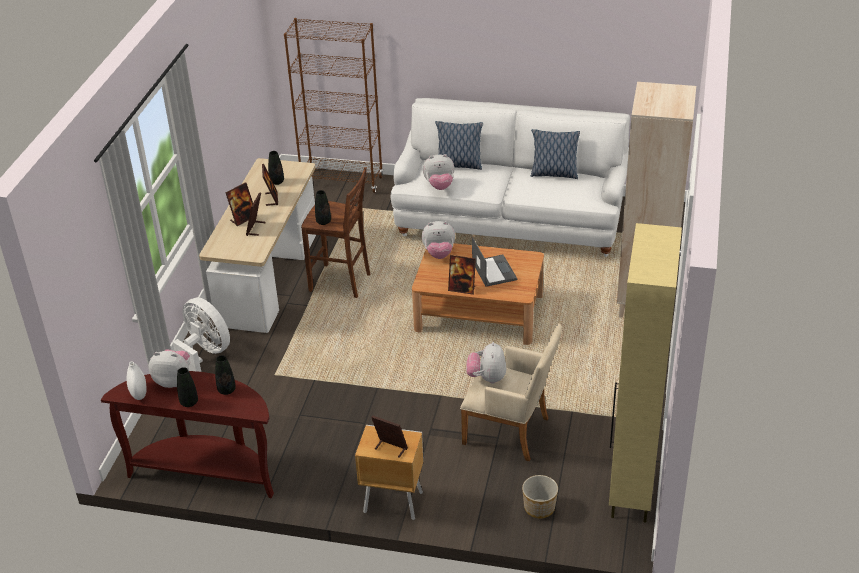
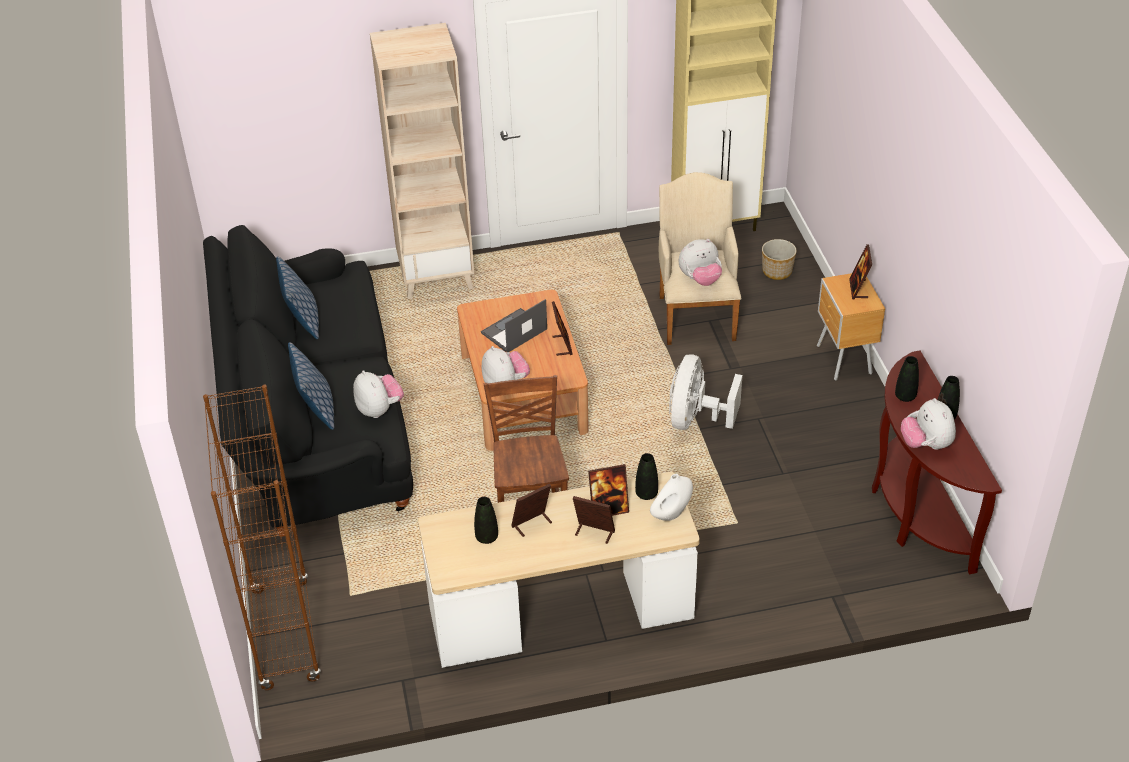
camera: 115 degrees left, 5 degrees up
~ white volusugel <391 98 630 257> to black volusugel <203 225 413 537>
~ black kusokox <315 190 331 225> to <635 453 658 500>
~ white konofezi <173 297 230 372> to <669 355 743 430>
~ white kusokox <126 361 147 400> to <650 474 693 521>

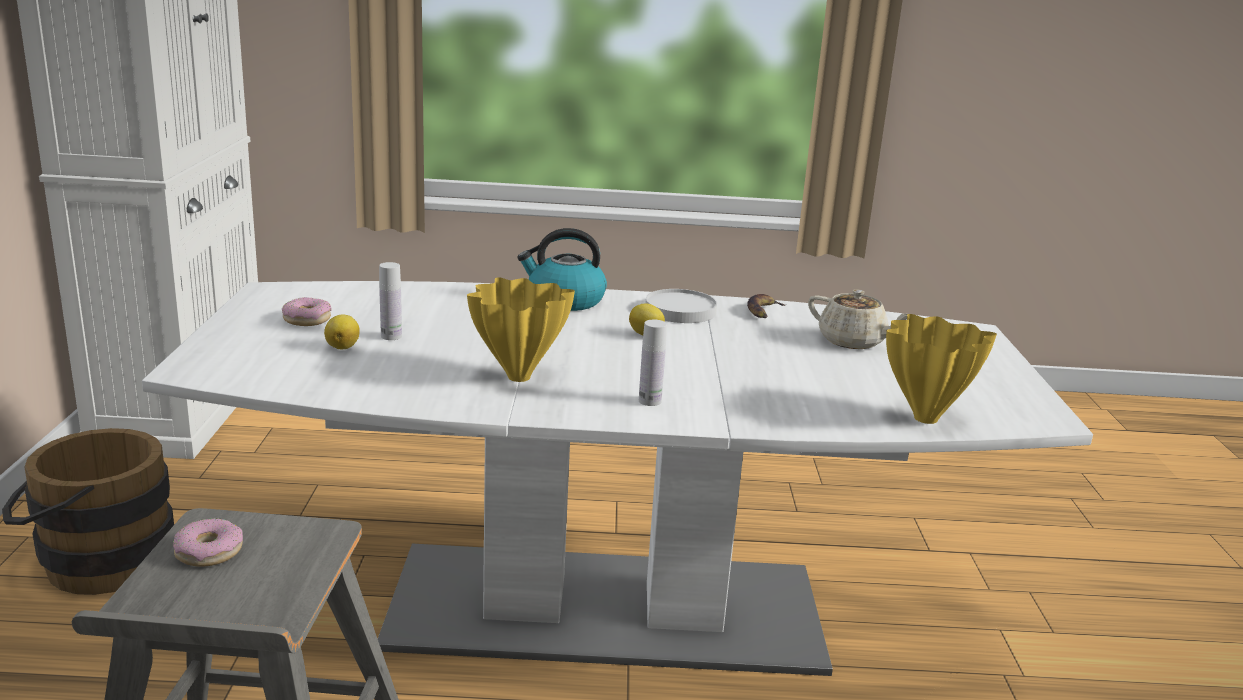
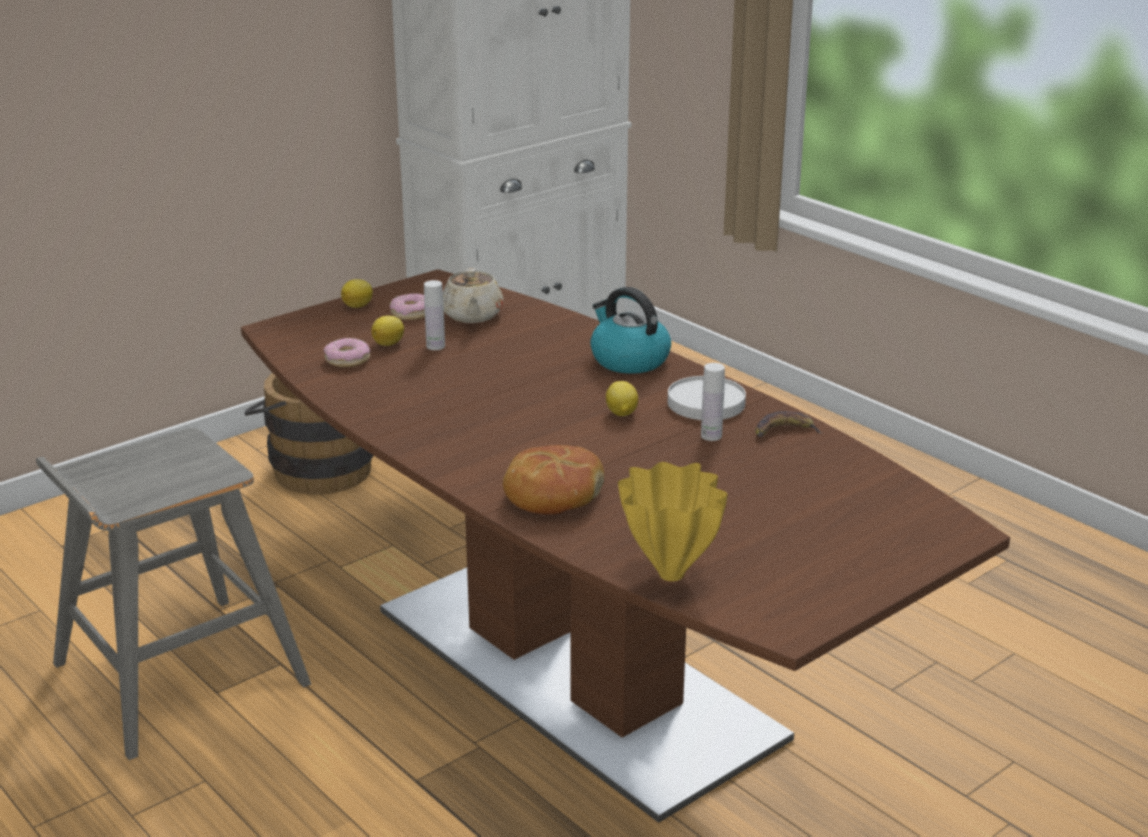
camera: 50 degrees right, 5 degrees up
- yellow kusokox <467 278 575 382>
~ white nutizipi <142 281 1093 676> to brown nutizipi <241 269 1010 823>
~ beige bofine <808 289 908 349> to <443 268 503 323>
~ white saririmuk <639 320 667 406> to <701 363 725 441>
~ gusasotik <173 518 243 567> to <323 338 370 367>
+ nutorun <341 279 373 308>
+ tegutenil <503 445 604 515>

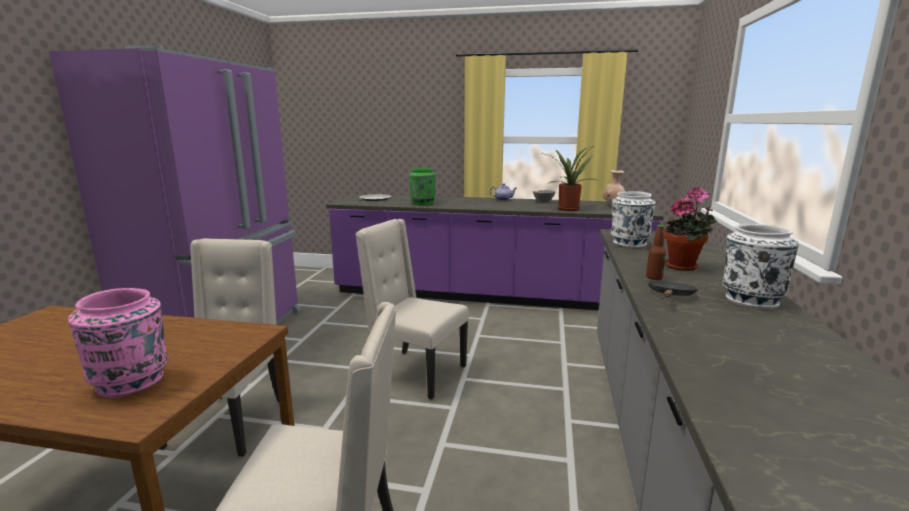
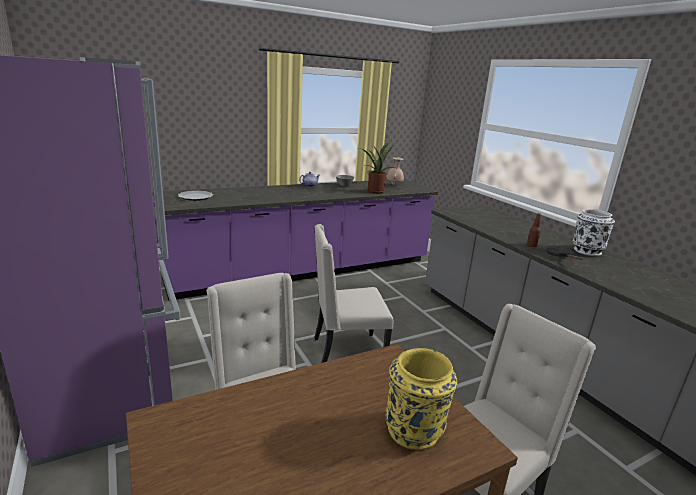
camera: 40 degrees left, 5 degrees up
- green kusokox <409 168 436 205>
- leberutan <664 187 717 271>
- white kusokox <611 191 656 248>
~ pink kusokox <68 288 168 398> to yellow kusokox <385 348 457 450>

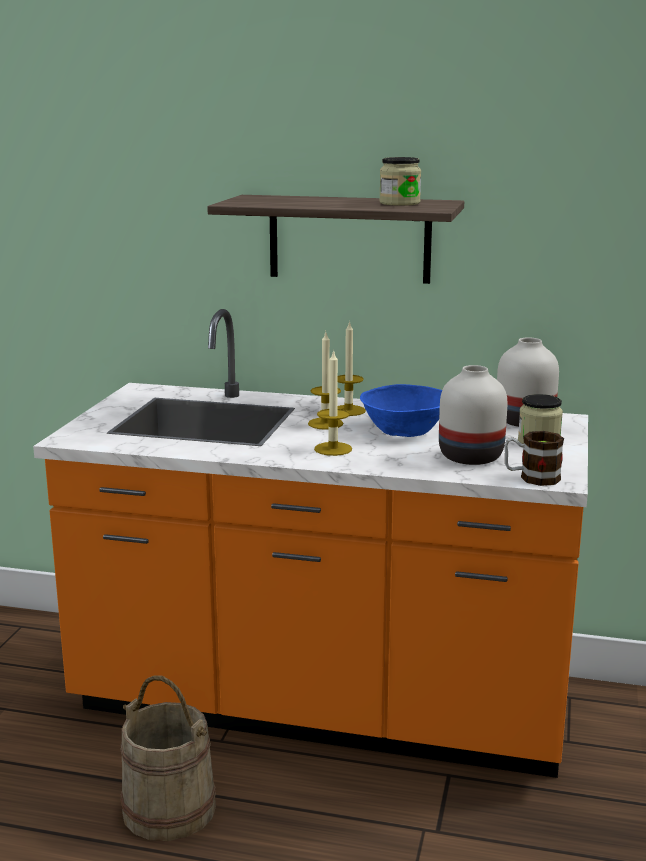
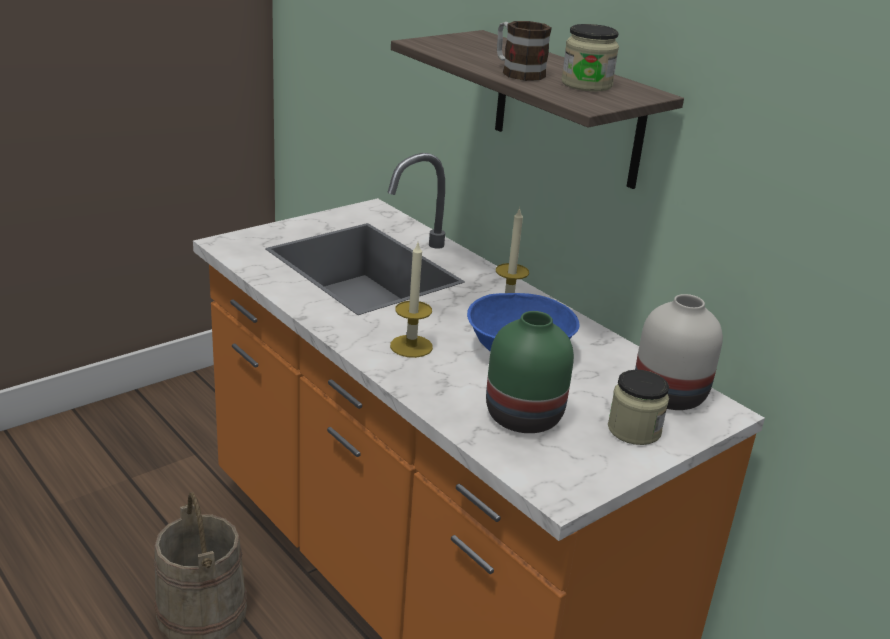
camera: 35 degrees right, 10 degrees up
- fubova <308 332 343 430>
~ white kusokox <439 365 507 465> to green kusokox <486 311 574 433>
~ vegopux <504 431 564 486> to <497 21 552 81>

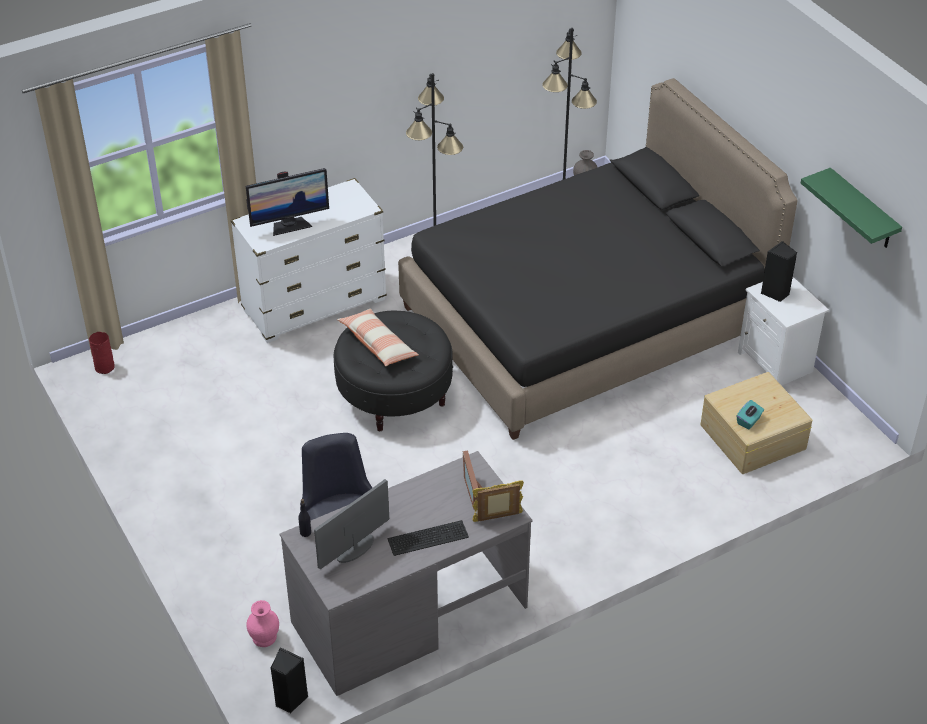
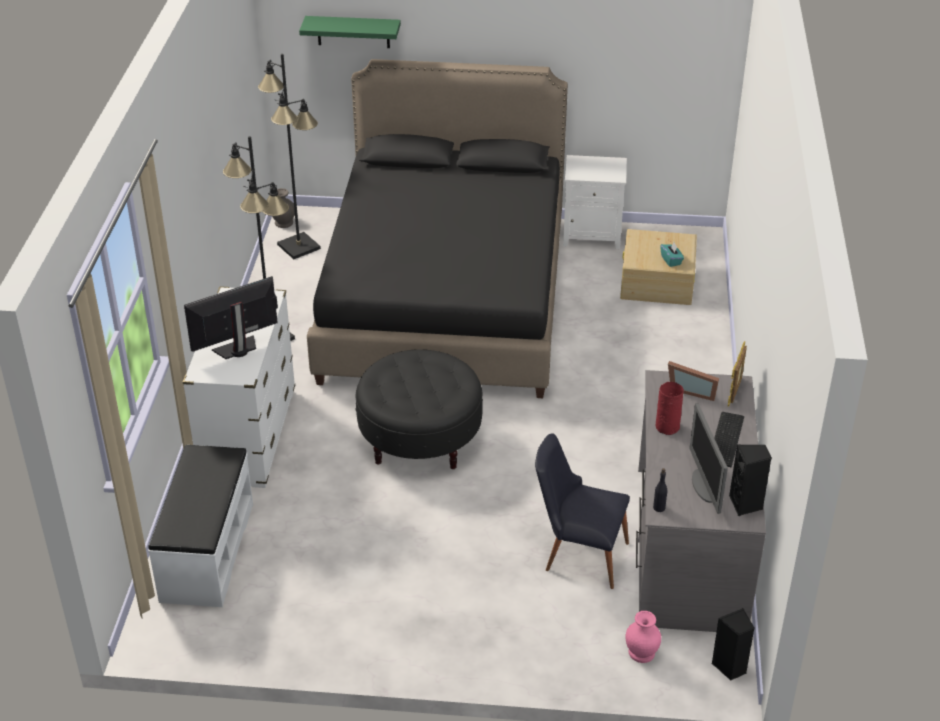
camera: 55 degrees left, 5 degrees down
~ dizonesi <246 168 329 236> = <184 276 278 359> 135 degrees counterclockwise
~ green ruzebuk <801 168 902 248> to <299 16 401 48>
~ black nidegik <761 241 797 302> to <729 444 772 516>
- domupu <337 309 419 367>
~ red kusokox <89 332 115 374> to <656 382 684 435>
+ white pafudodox <148 445 253 607>

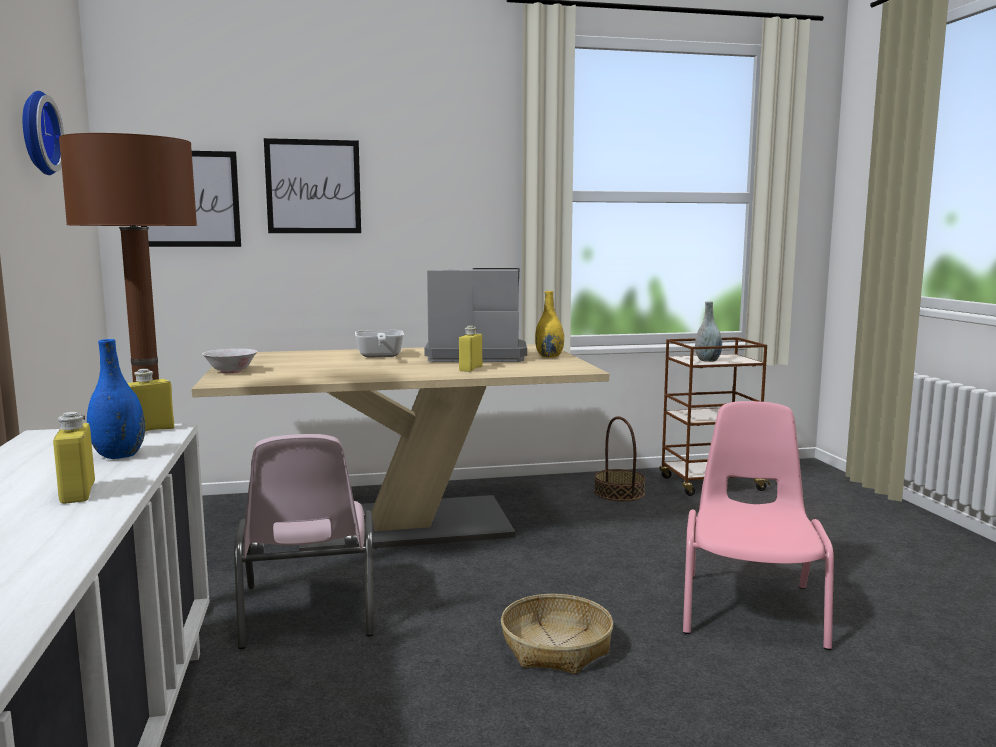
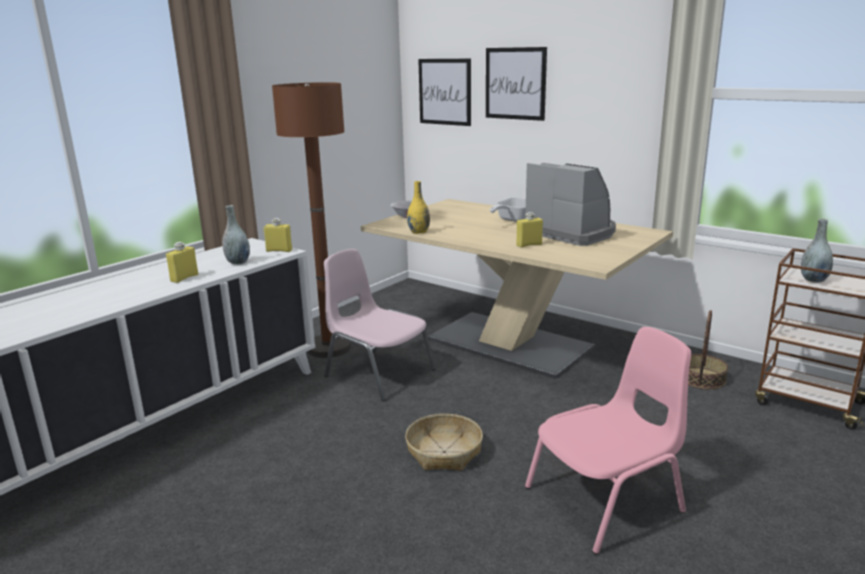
camera: 50 degrees right, 10 degrees up
- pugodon <23 91 64 175>
~ yellow kusokox <535 291 564 358> to <407 181 430 234>
~ blue kusokox <87 339 145 459> to grey kusokox <222 205 250 264>
~ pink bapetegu <234 434 374 649> = <324 249 436 401> 90 degrees clockwise

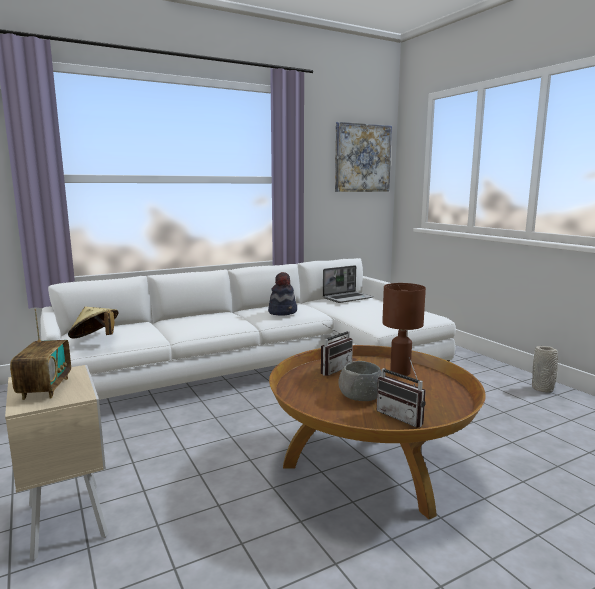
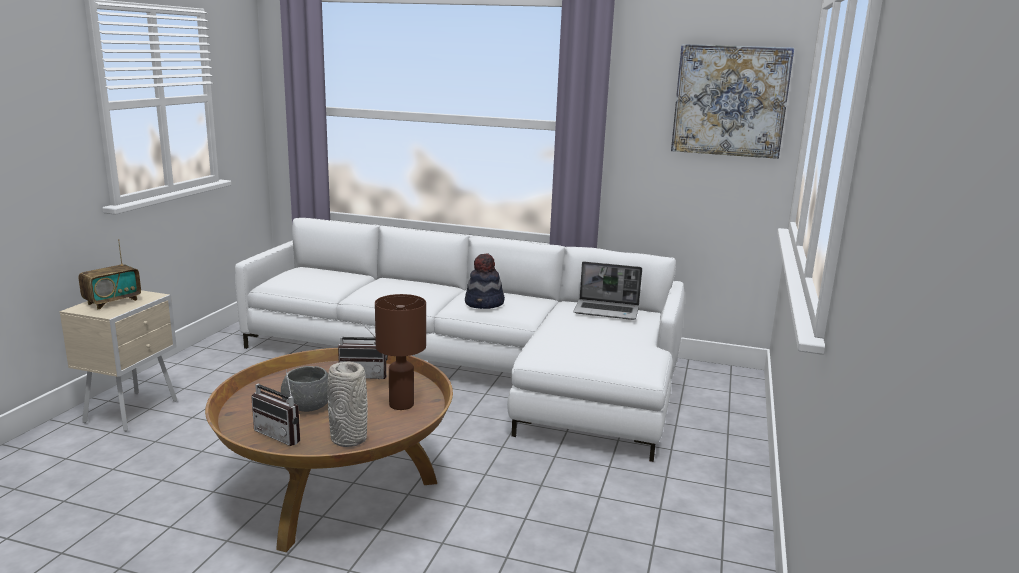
camera: 45 degrees right, 5 degrees up
- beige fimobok <68 307 119 339>
~ grey kusokox <532 346 558 393> to <327 362 368 447>
~ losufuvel <377 357 426 427> = <251 369 300 446> 60 degrees counterclockwise

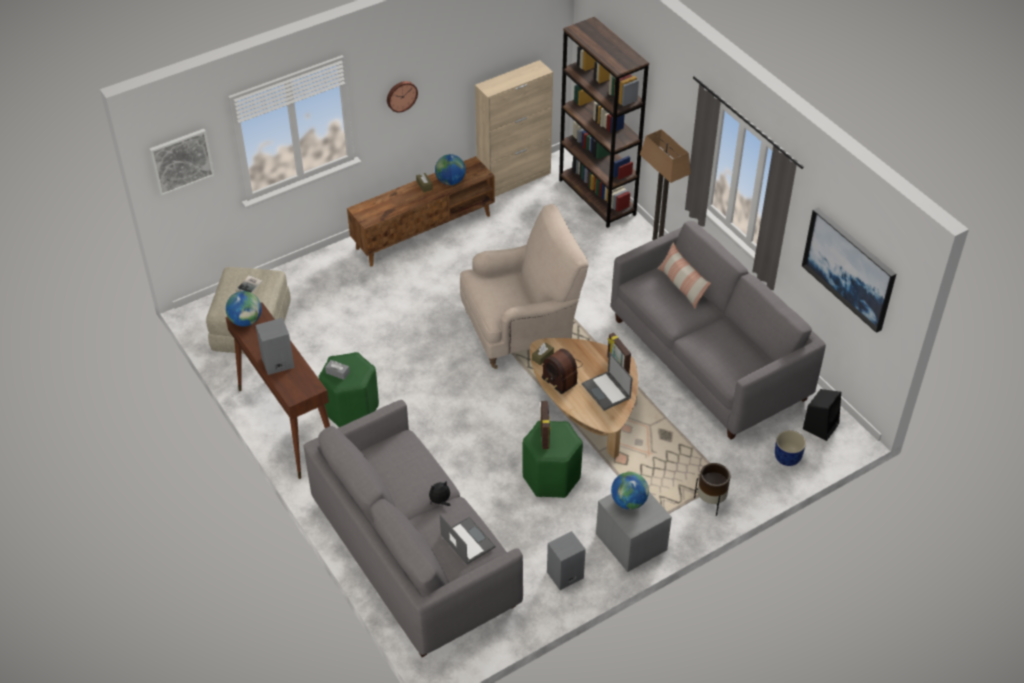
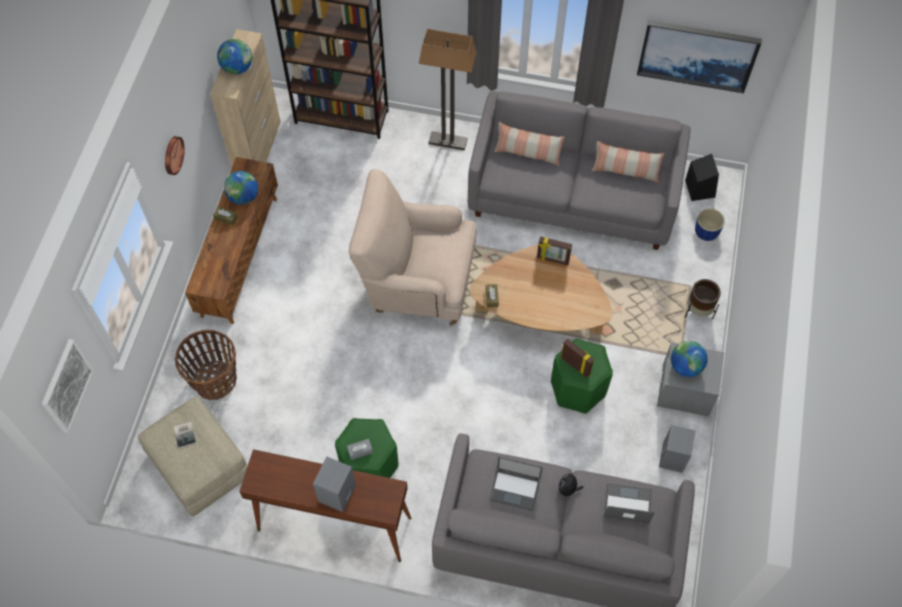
camera: 45 degrees left, 15 degrees up
~ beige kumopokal <460 204 589 369> = <349 169 476 326> 105 degrees counterclockwise
~ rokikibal <226 291 262 327> to <217 39 252 74>
- losufuvel <541 349 583 394>
~ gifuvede <582 352 633 411> to <489 456 543 511>
+ domupu <592 141 665 183>
+ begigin <174 330 237 400>

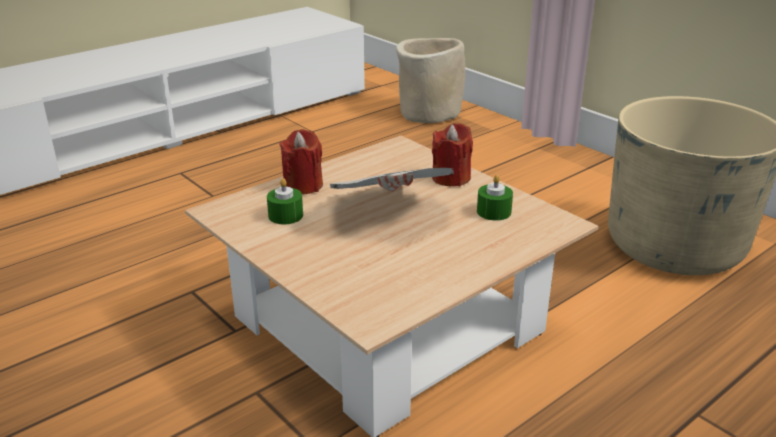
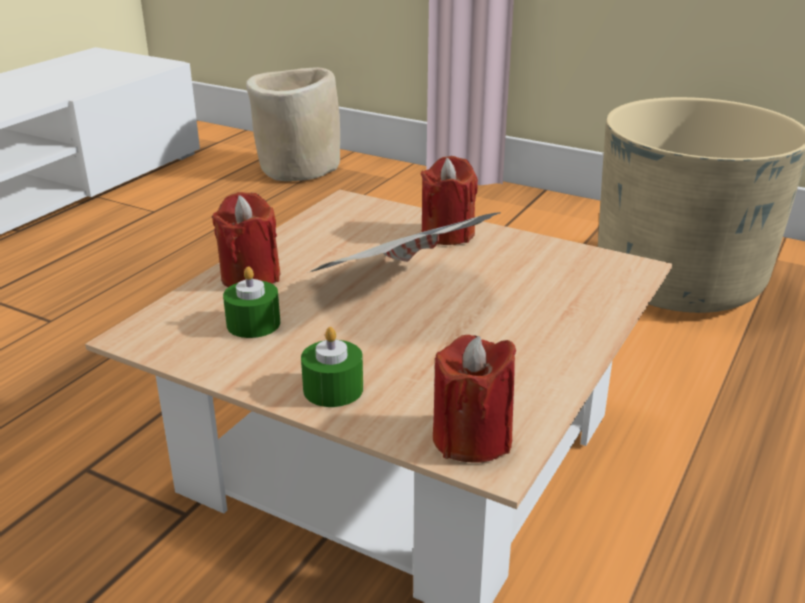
camera: 20 degrees left, 0 degrees up
~ green fubova <477 175 513 221> to <301 327 363 407>
+ red fubova <433 335 516 463>

